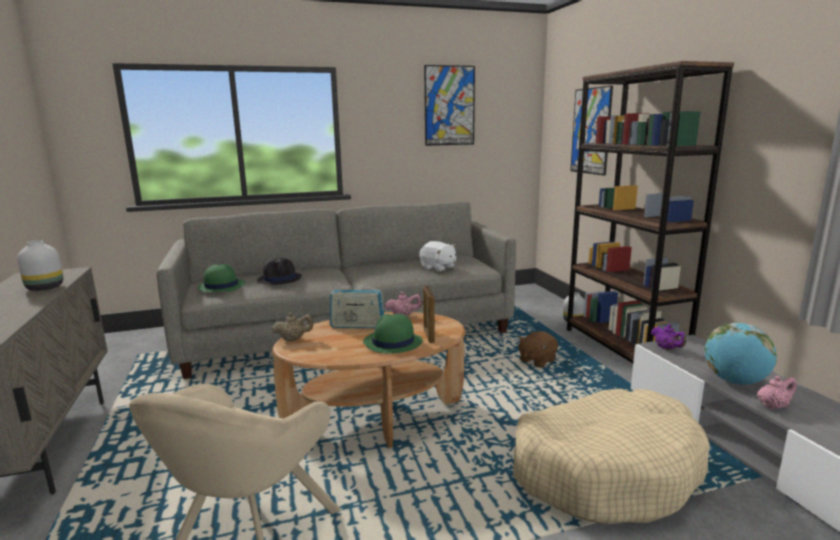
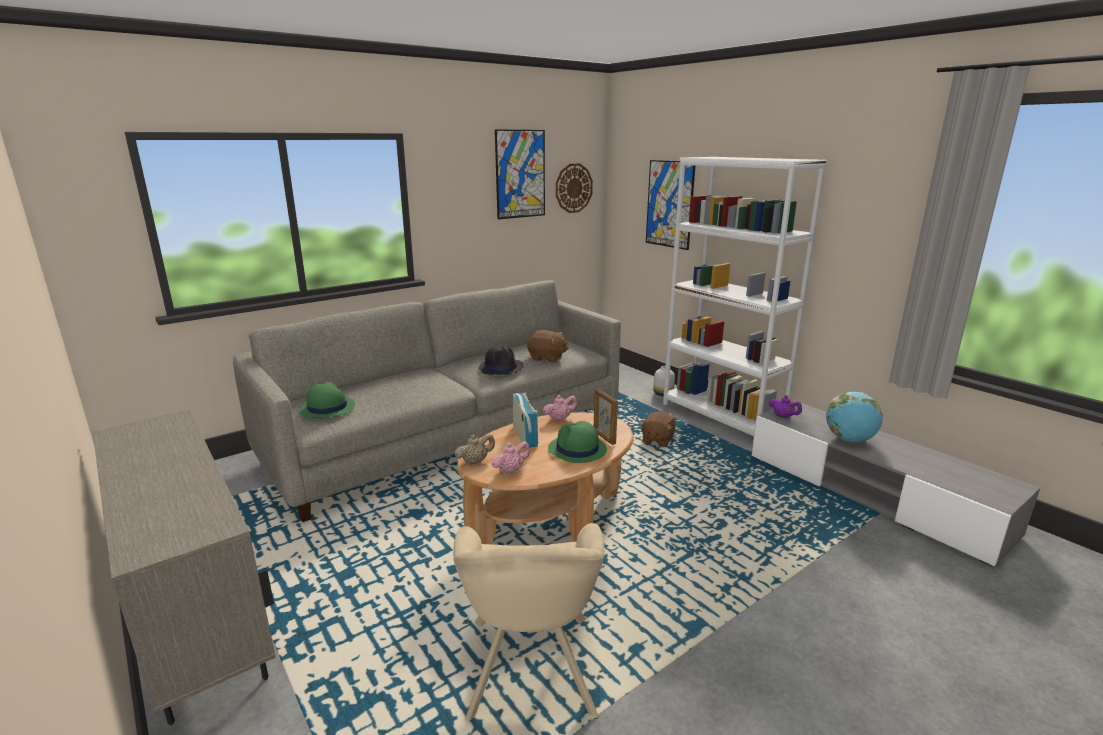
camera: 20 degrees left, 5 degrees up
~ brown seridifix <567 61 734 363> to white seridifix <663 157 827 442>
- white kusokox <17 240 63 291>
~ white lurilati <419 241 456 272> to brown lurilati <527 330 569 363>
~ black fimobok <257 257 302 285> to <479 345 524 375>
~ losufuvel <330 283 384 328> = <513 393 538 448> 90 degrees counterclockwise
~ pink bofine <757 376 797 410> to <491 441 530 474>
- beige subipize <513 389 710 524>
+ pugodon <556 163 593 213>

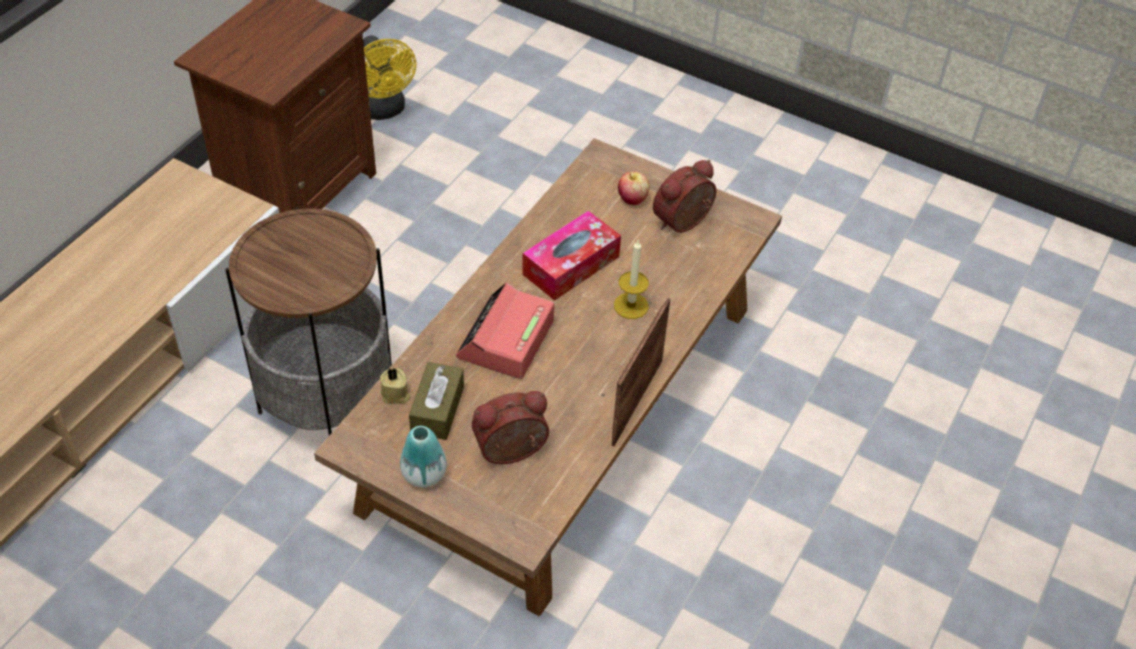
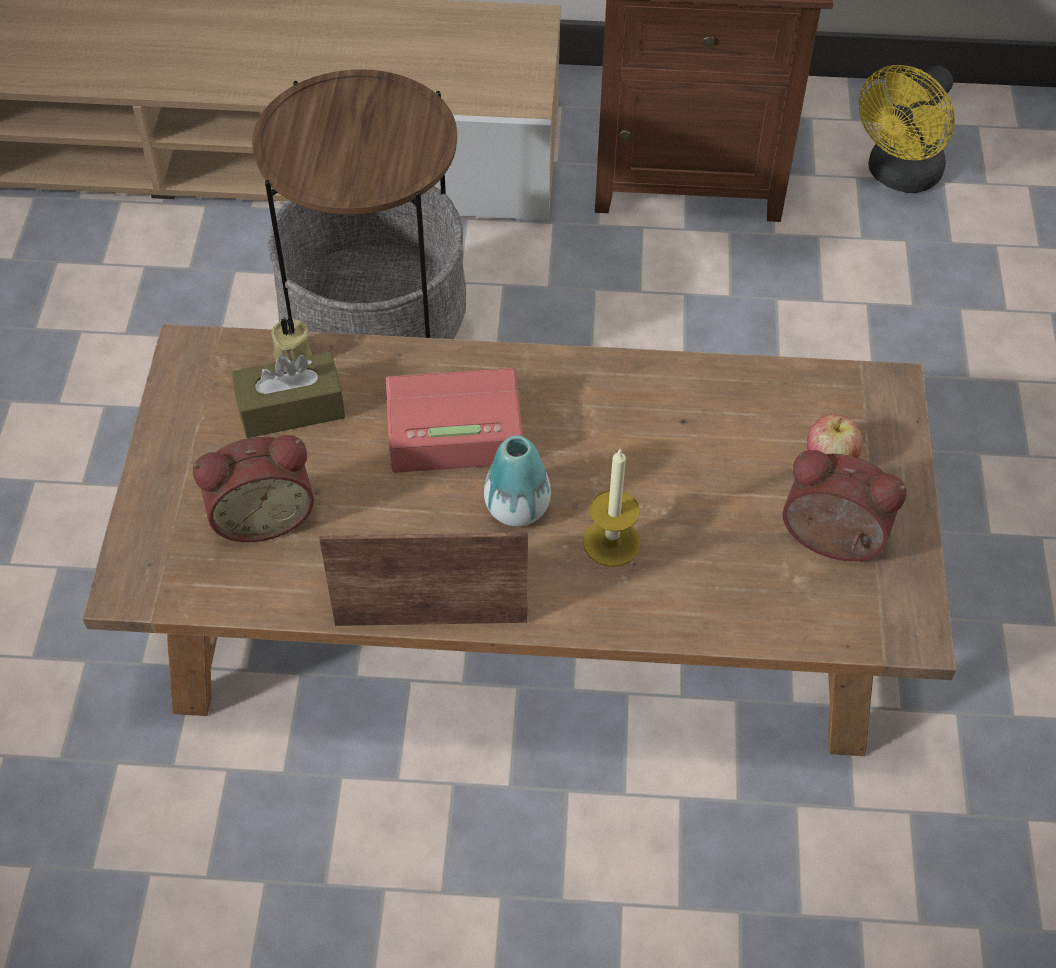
camera: 65 degrees right, 5 degrees up
- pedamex <522 211 621 301>
~ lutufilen <472 391 549 464> = <193 435 314 542> 120 degrees clockwise
~ kusokox <400 426 447 487> to <484 435 551 526>

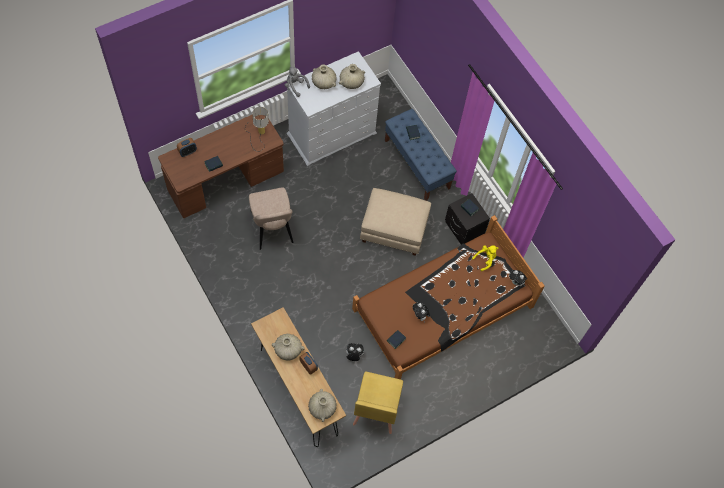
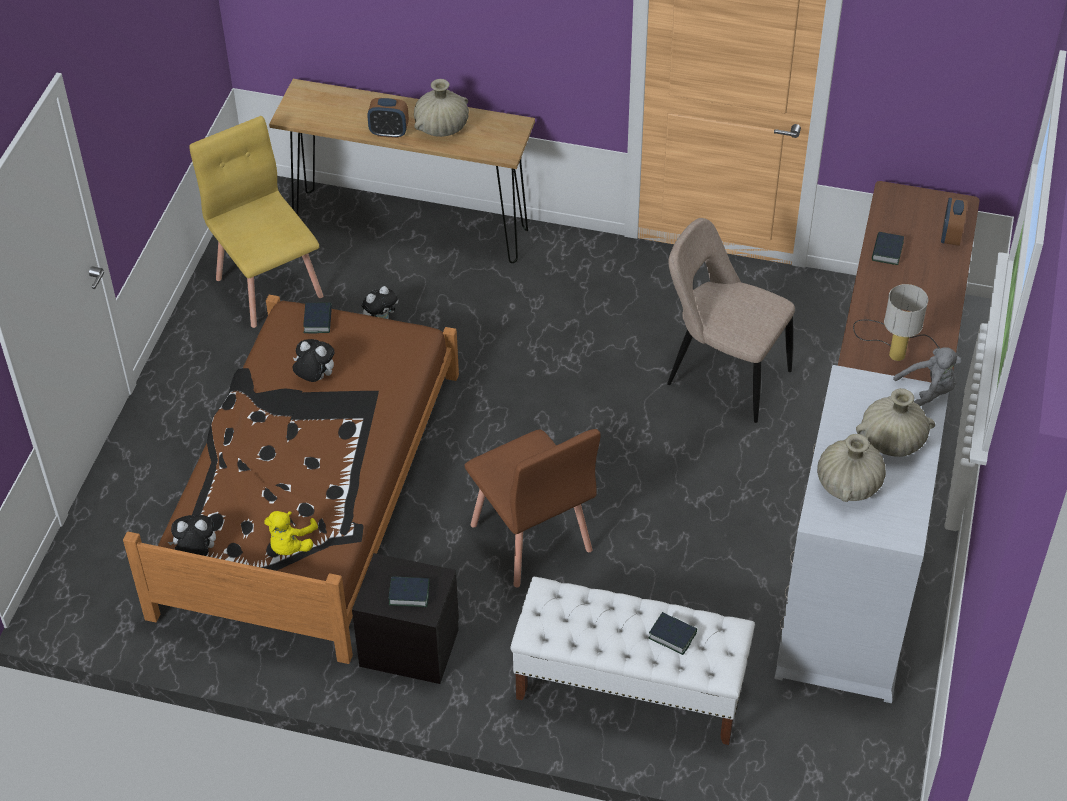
camera: 140 degrees right, 15 degrees down
~ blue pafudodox <385 109 457 201> to white pafudodox <510 577 755 745>
~ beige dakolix <360 188 431 256> to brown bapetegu <465 429 601 587>
- beige kusokox <308 389 337 422>

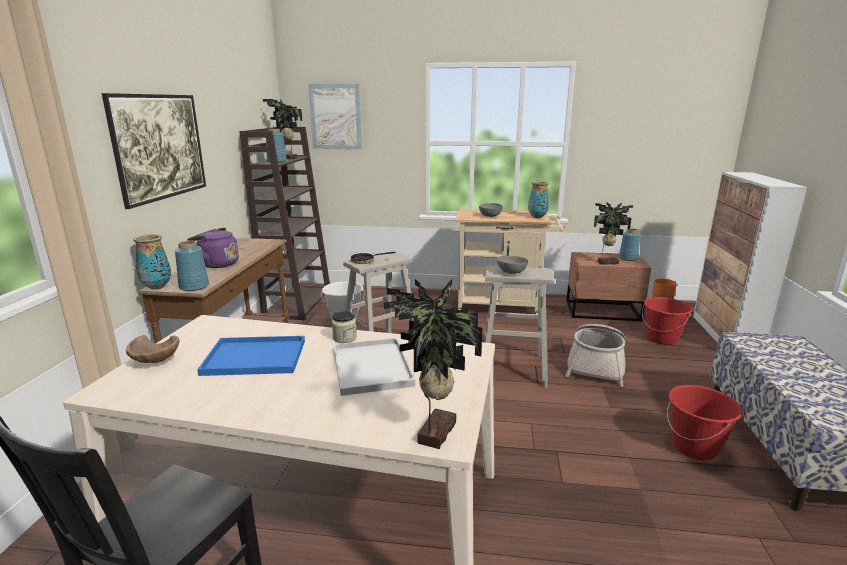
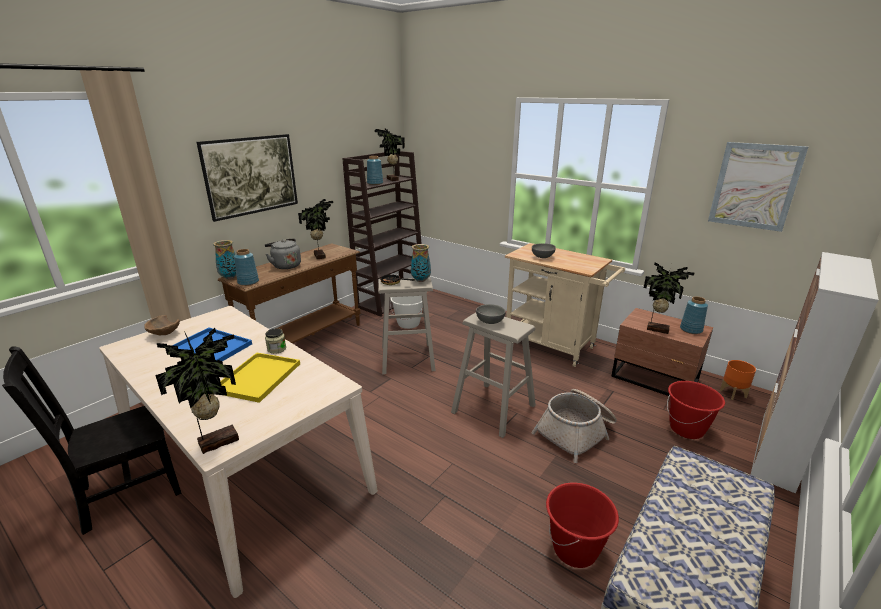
camera: 30 degrees right, 5 degrees up
~ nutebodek <308 84 362 149> to <708 142 808 232>
~ kusokox <528 181 549 218> to <411 244 431 282>
~ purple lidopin <187 228 239 268> to grey lidopin <265 239 301 269>
~ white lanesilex <333 338 415 396> to yellow lanesilex <220 353 300 403>
+ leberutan <298 199 333 259>

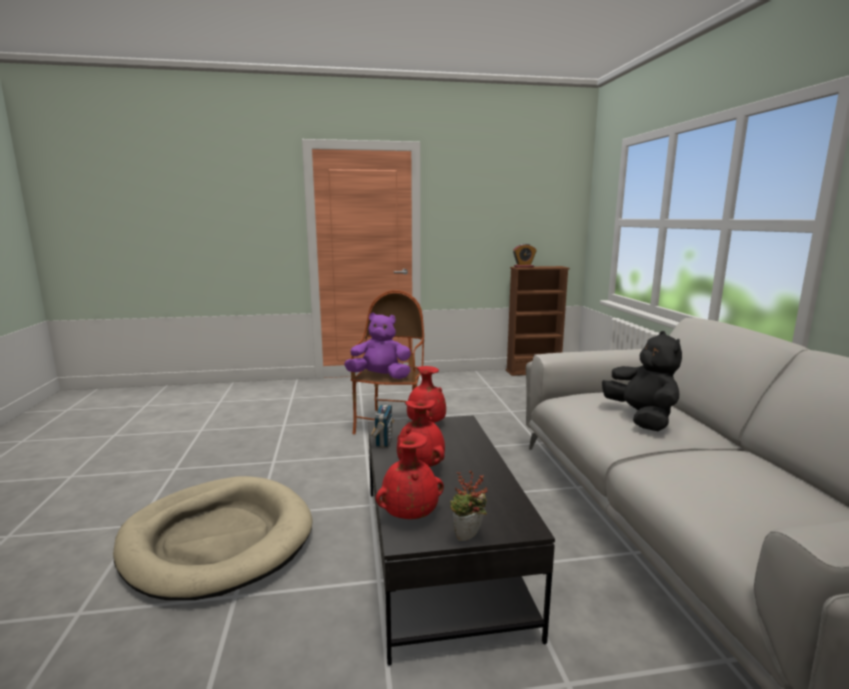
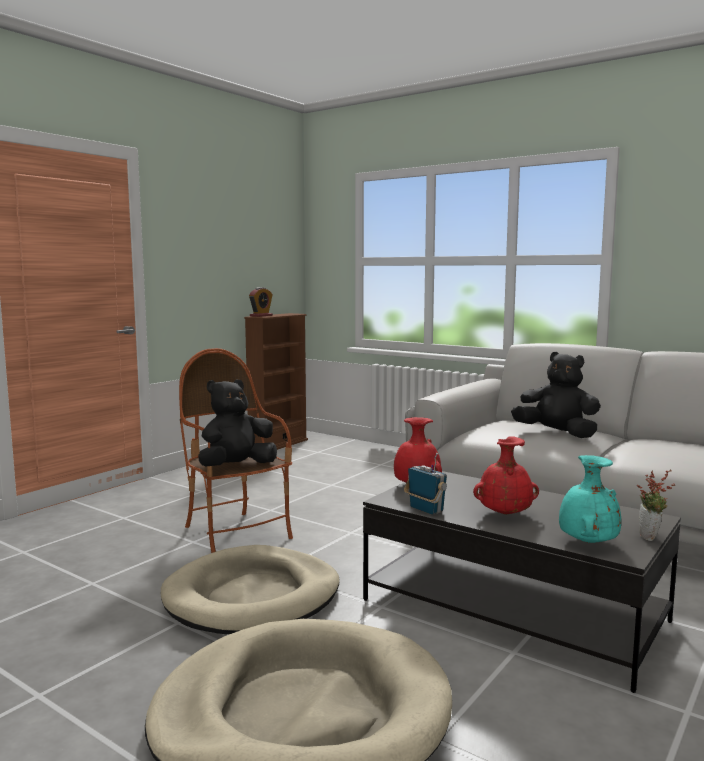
camera: 45 degrees left, 5 degrees down
~ purple lurilati <344 313 411 379> to black lurilati <198 379 277 466>
~ red kusokox <376 432 444 519> to turquoise kusokox <559 455 621 543>
+ beige subipize <161 545 340 634>

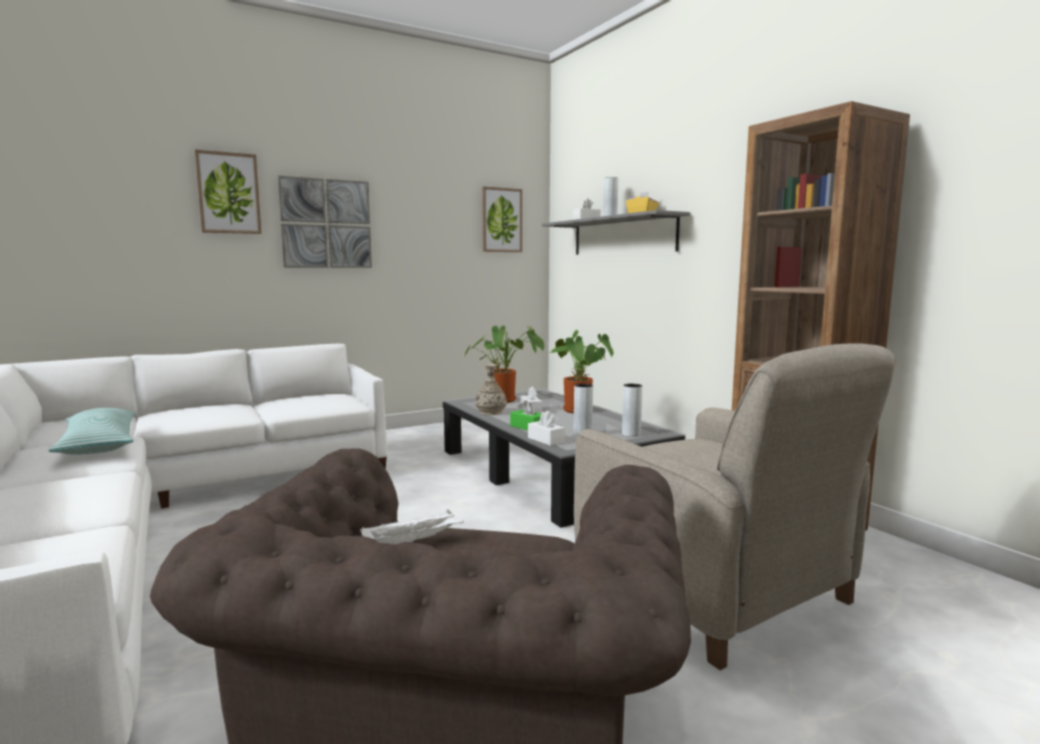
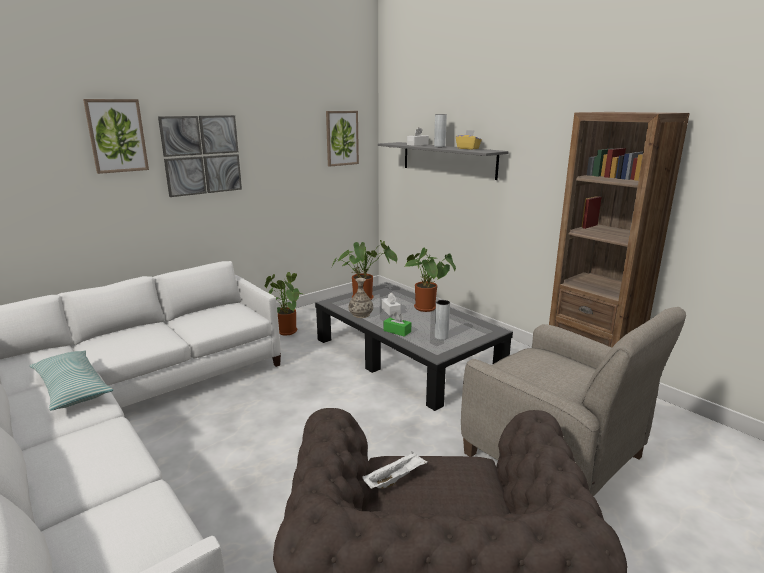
camera: 10 degrees left, 10 degrees up
- grey kusokox <622 384 642 437>
- white pedamex <528 411 565 446>
+ leberutan <265 272 306 335>

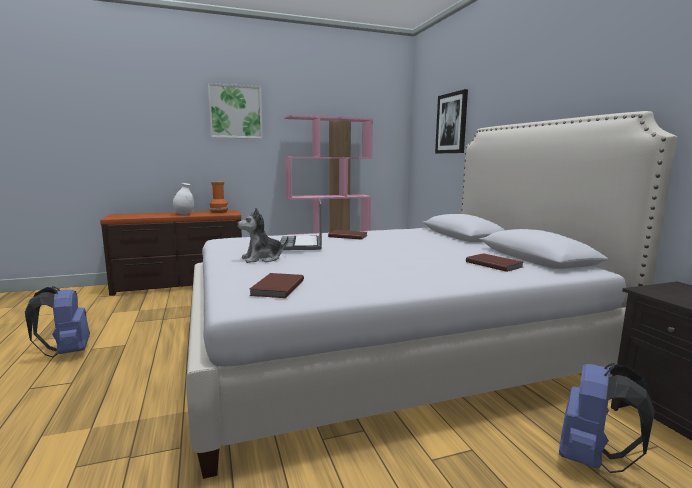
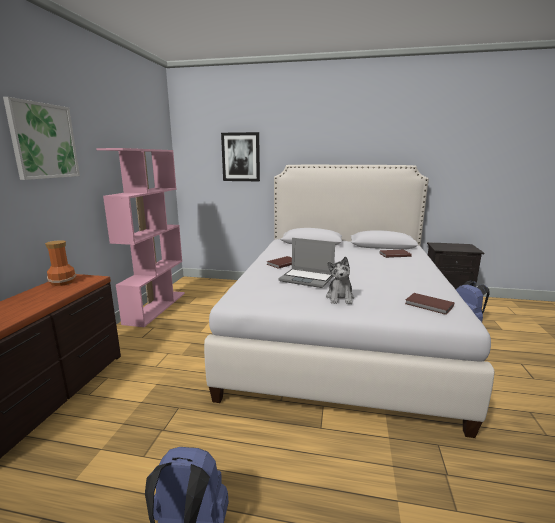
camera: 60 degrees left, 5 degrees up
- white kusokox <173 183 194 215>

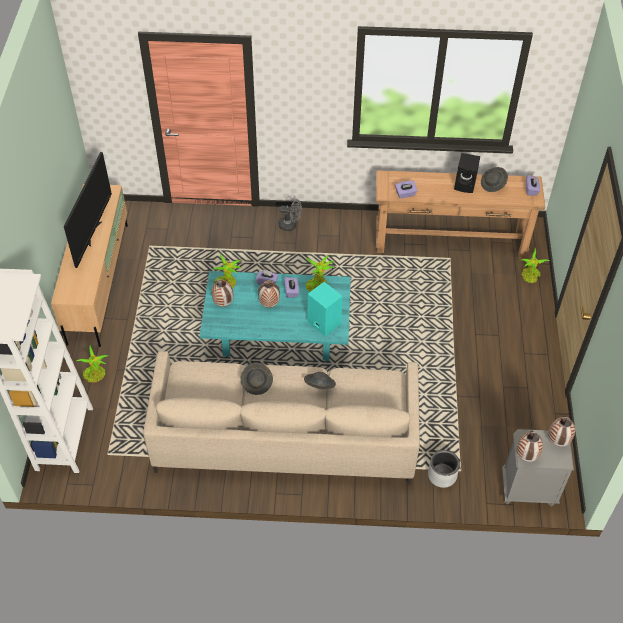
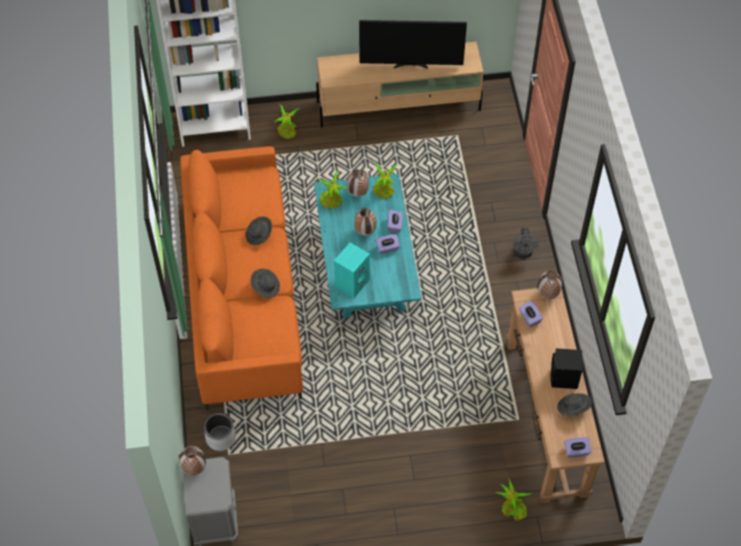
camera: 80 degrees right, 5 degrees up
~ leberutan <306 255 335 292> to <317 170 348 209>
~ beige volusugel <143 351 420 485> to orange volusugel <180 146 303 410>
~ kusokox <549 416 575 447> to <537 270 563 299>

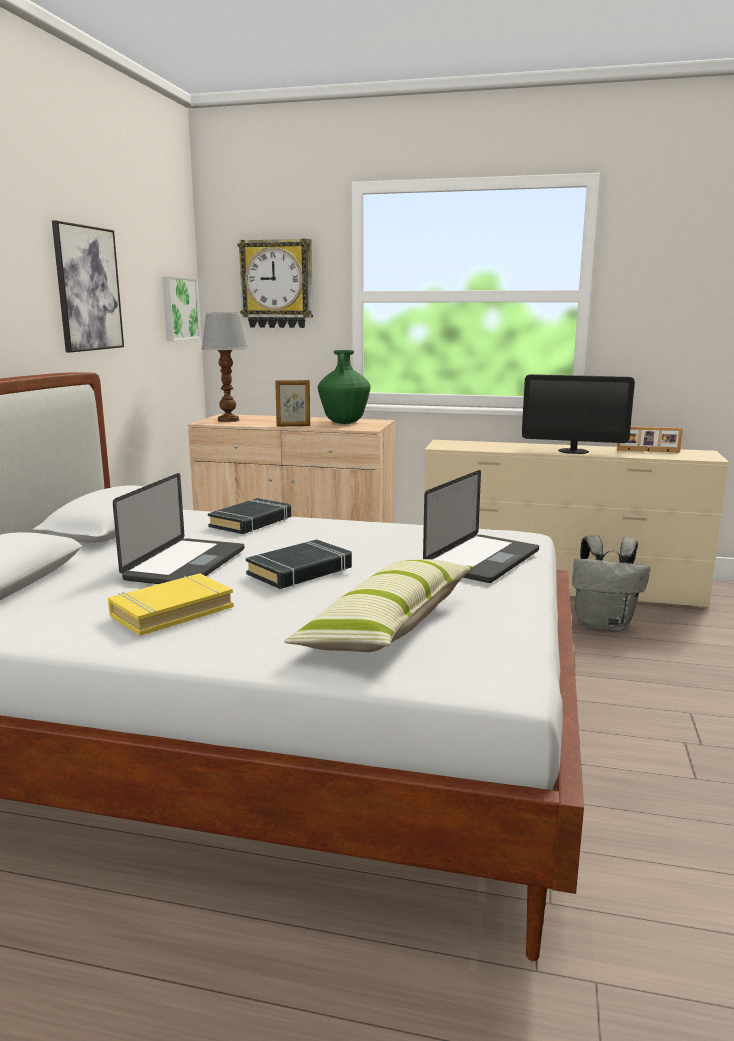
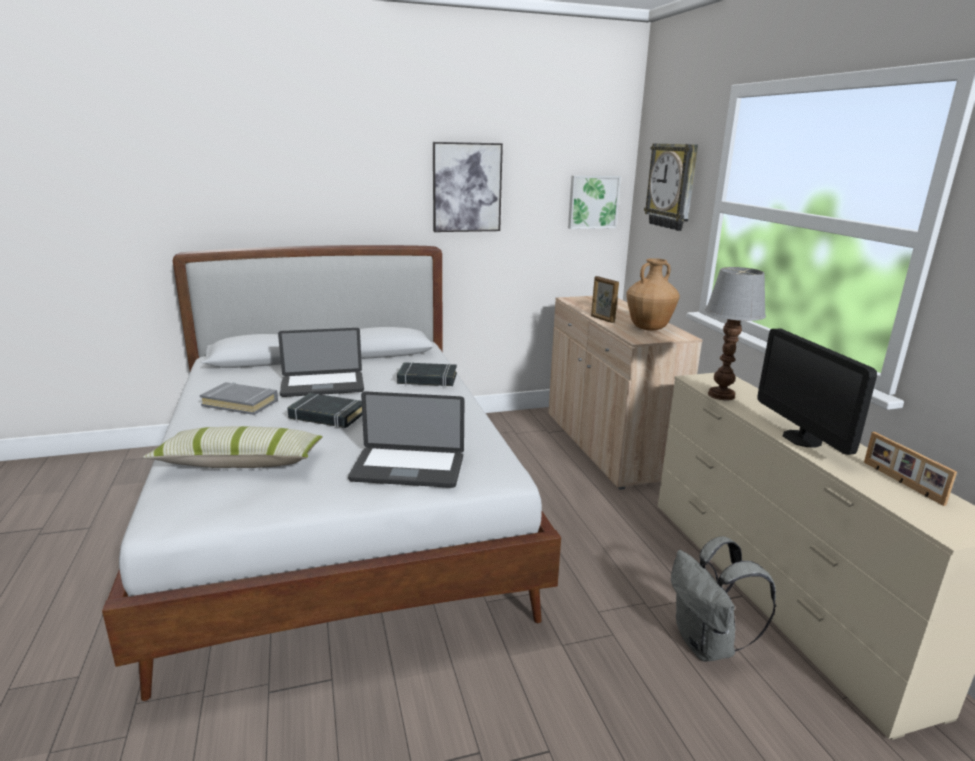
camera: 60 degrees right, 5 degrees up
~ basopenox <201 313 248 422> to <705 267 766 401>
~ green kusokox <318 350 371 424> to brown kusokox <626 258 680 331>
~ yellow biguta <108 573 234 636> to grey biguta <200 382 278 415>

